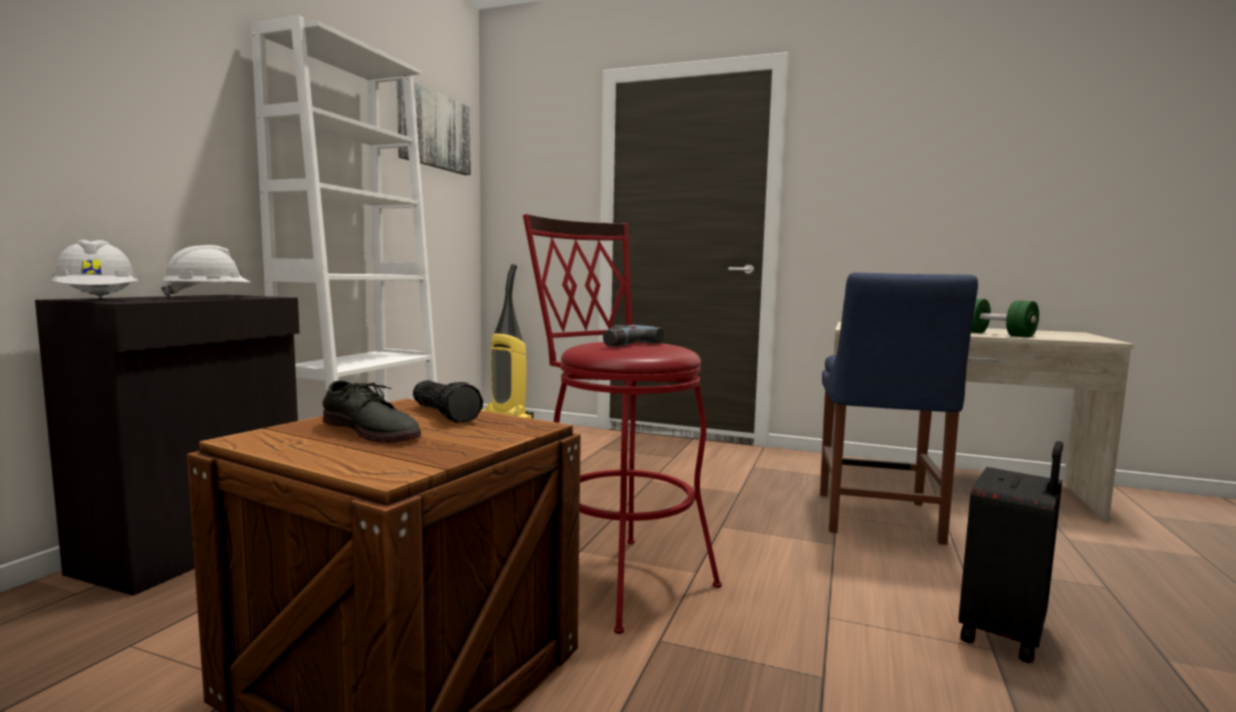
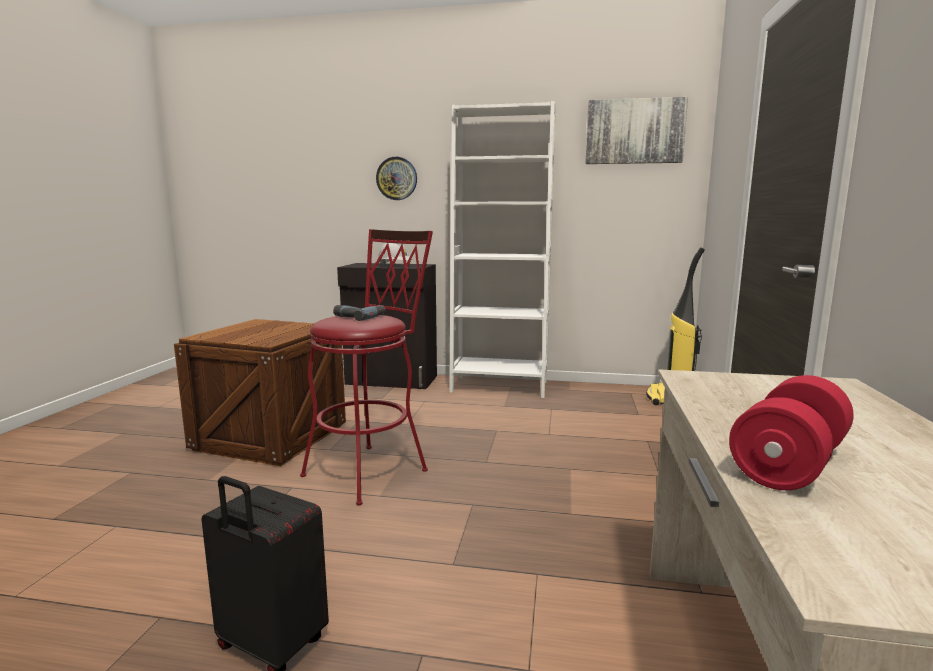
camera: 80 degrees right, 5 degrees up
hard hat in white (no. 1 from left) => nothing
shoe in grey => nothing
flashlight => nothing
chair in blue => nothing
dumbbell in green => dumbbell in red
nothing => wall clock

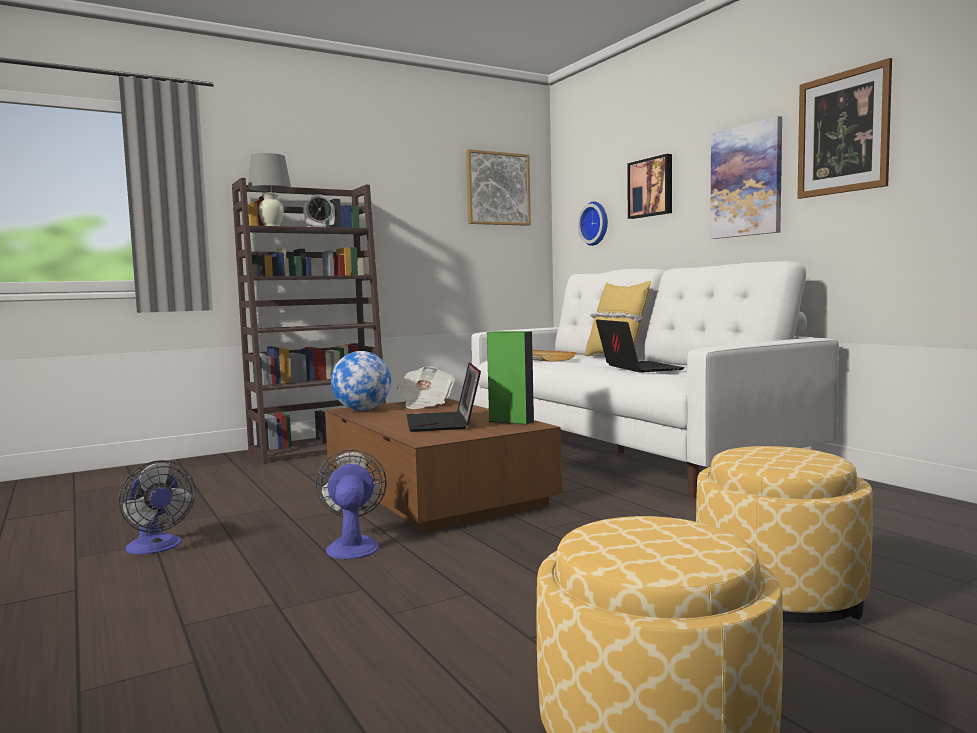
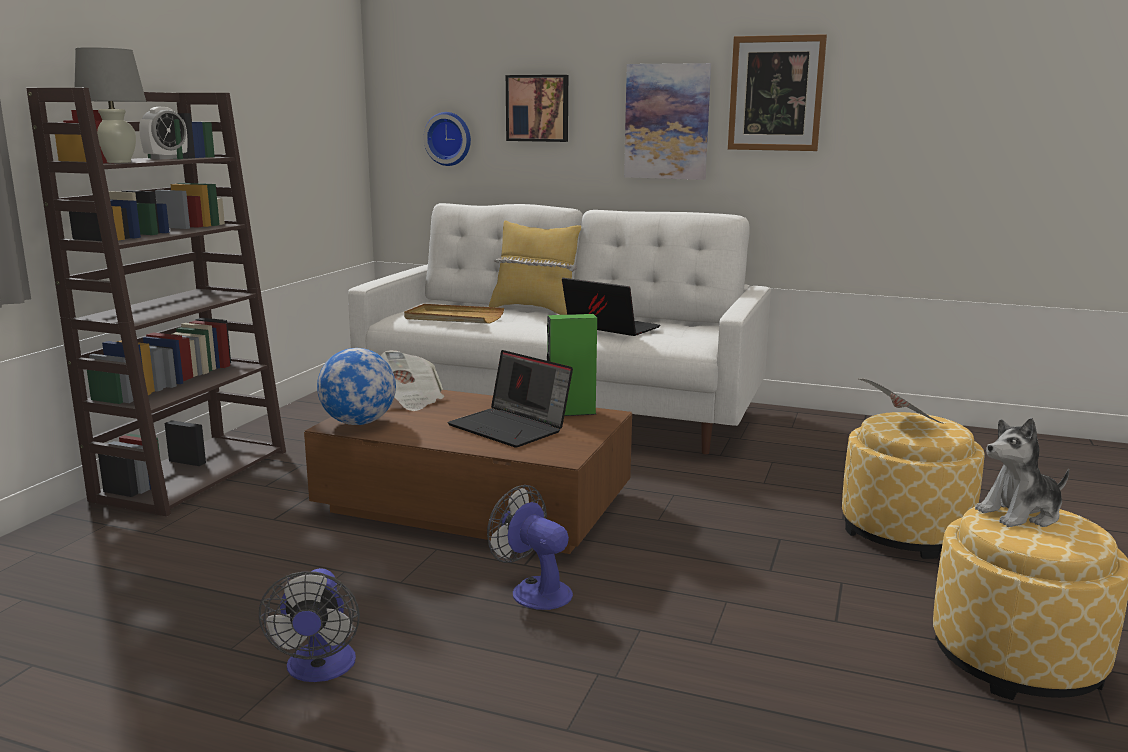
camera: 40 degrees left, 10 degrees up
fan (no. 1 from left), 75 degrees clockwise
picture (no. 1 from left) => nothing
nothing => newspaper (no. 2 from left)
nothing => plush toy

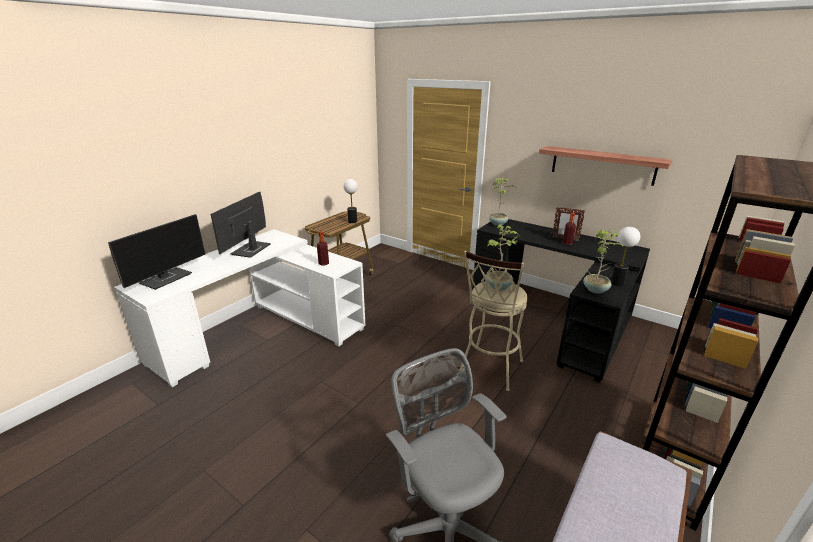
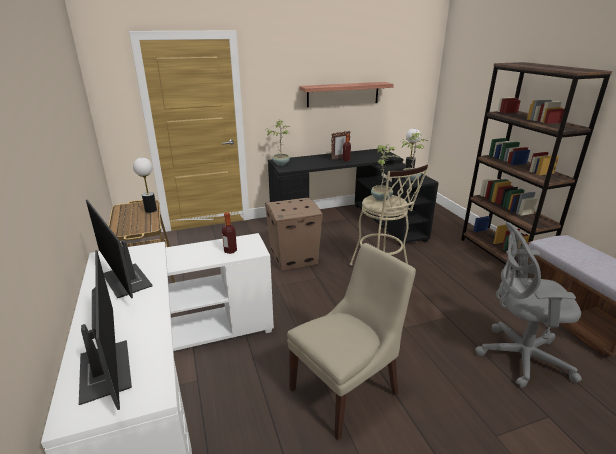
camera: 55 degrees left, 0 degrees up
nothing => cardboard box
nothing => chair in beige

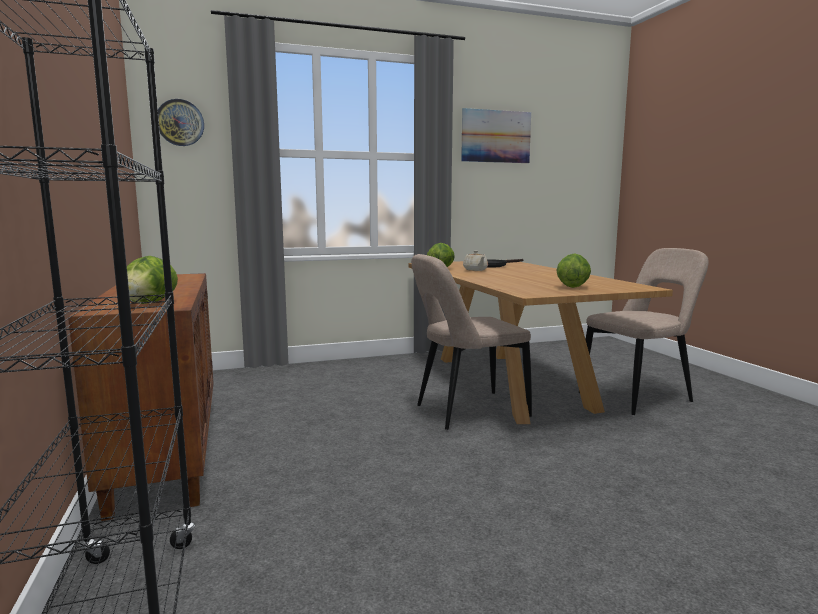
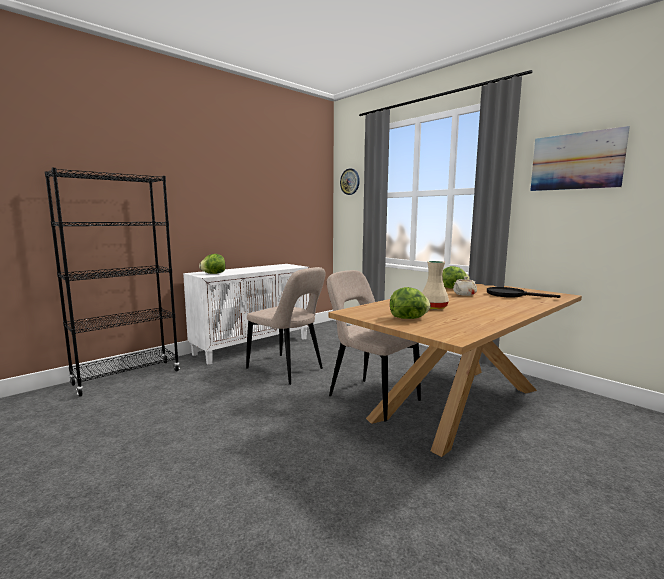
camera: 65 degrees right, 0 degrees up
cabinet in brown => cabinet in white
chair in beige (no. 2 from left in the first image) => chair in beige (no. 1 from left), shifted
nothing => vase in beige

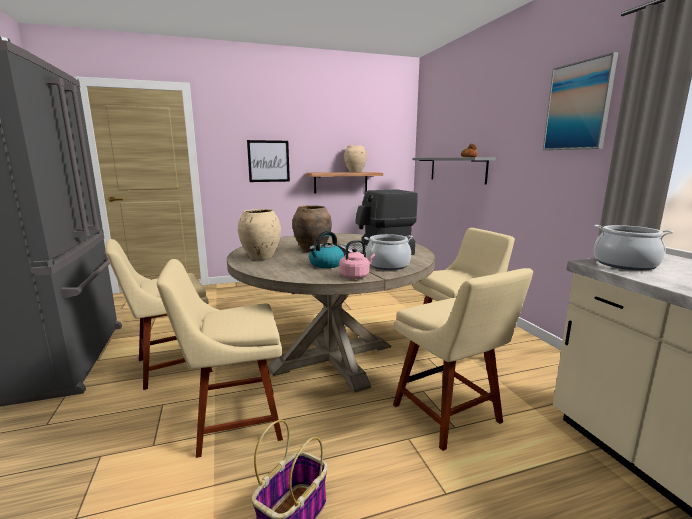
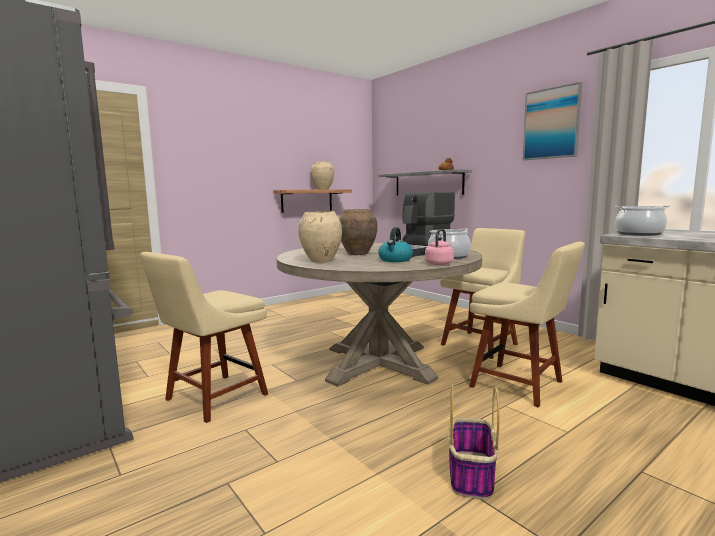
camera: 20 degrees left, 5 degrees down
chair in beige (no. 2 from left) => nothing
picture (no. 1 from left) => nothing

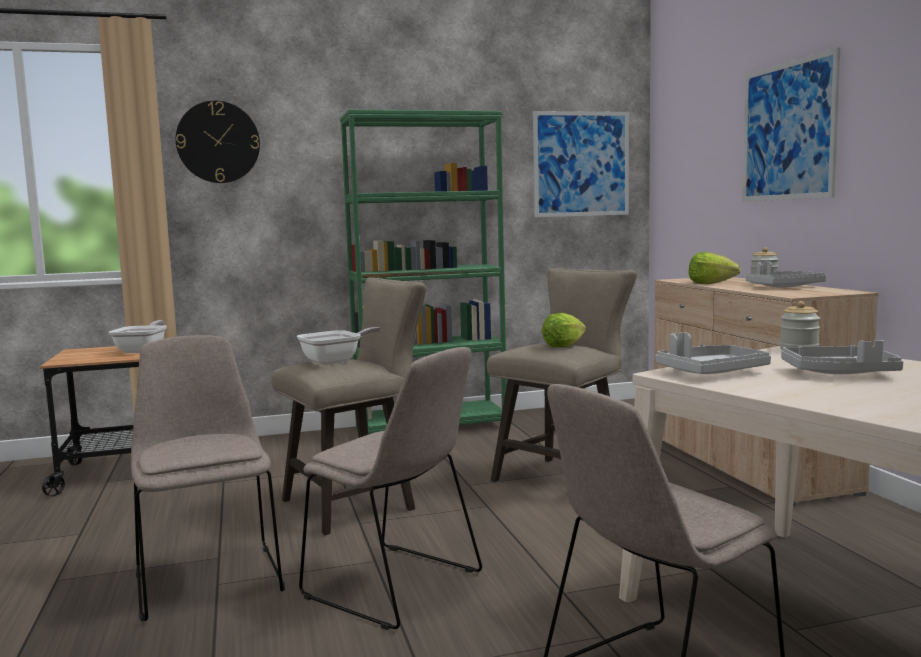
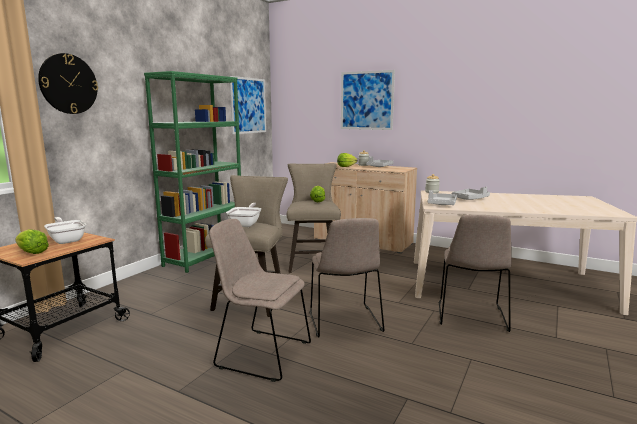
camera: 45 degrees left, 5 degrees up
chair in beige (no. 2 from left), 90 degrees clockwise
nothing => lettuce (no. 1 from left)

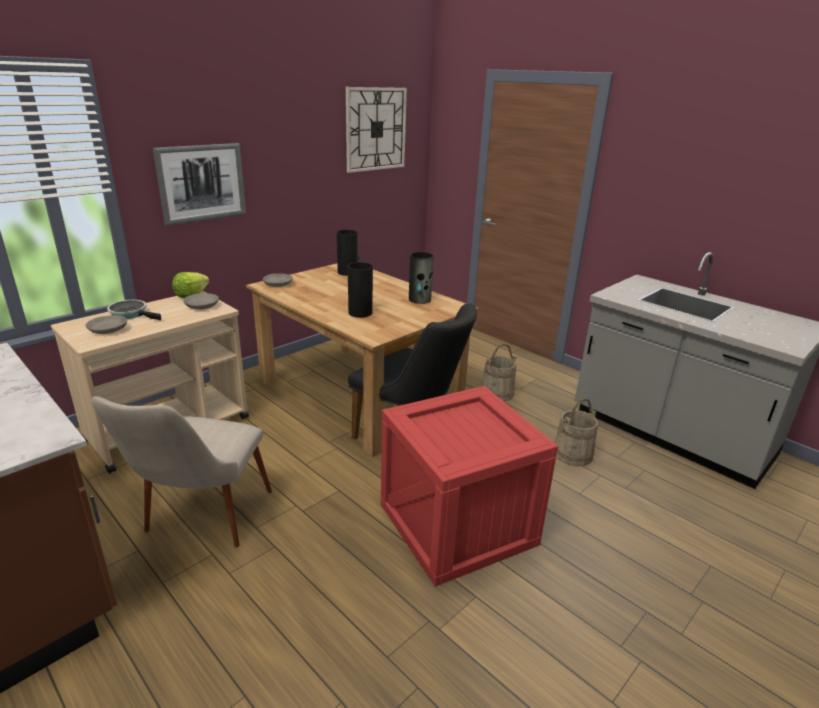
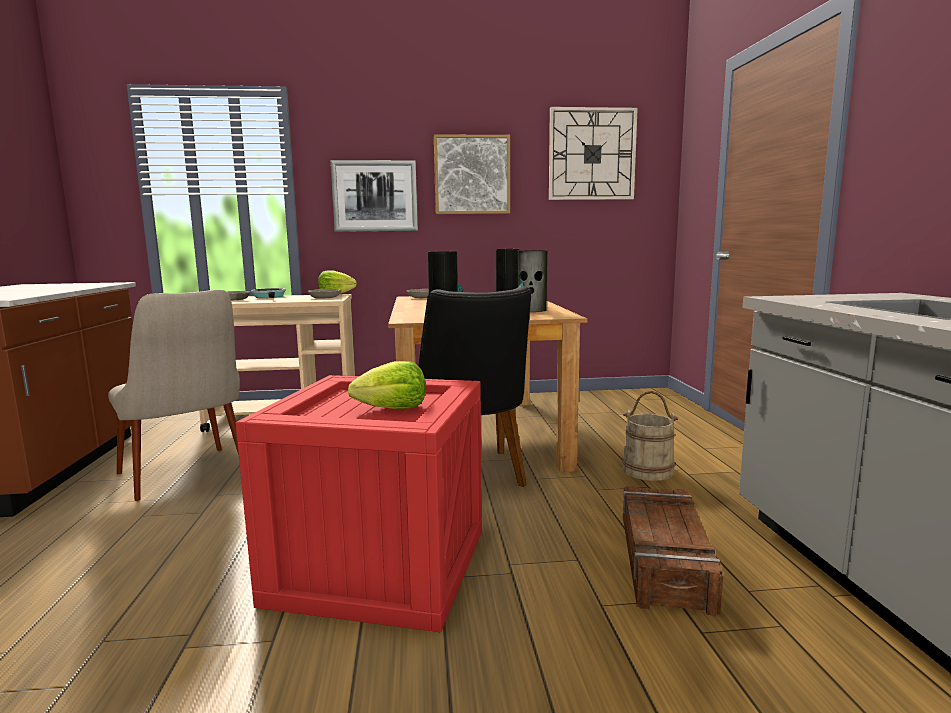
camera: 40 degrees right, 15 degrees down
chair in beige, 90 degrees counterclockwise
bucket in beige (no. 2 from left) => crate (no. 2 from left)
nothing => lettuce (no. 2 from left)
nothing => picture (no. 2 from left)

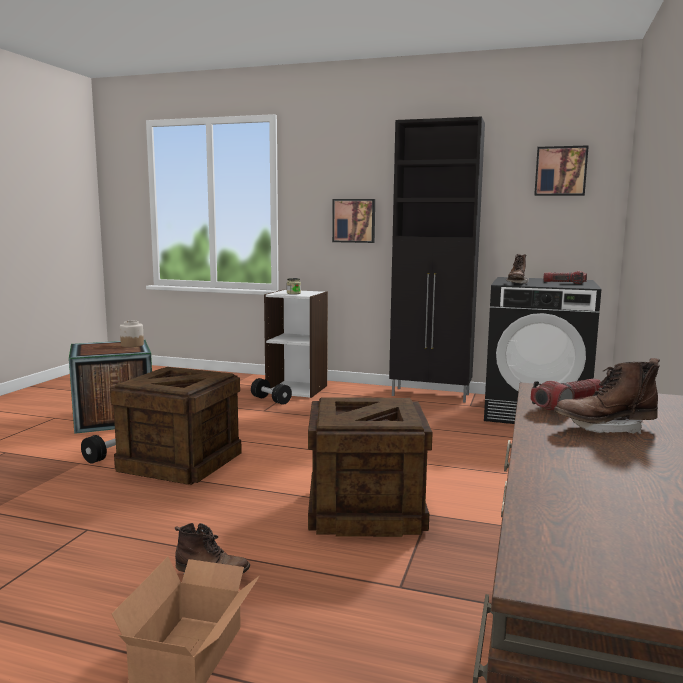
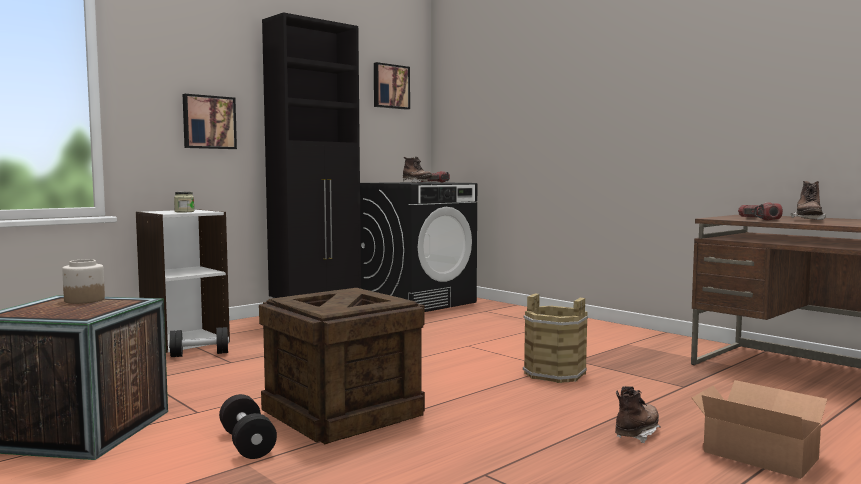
camera: 60 degrees left, 5 degrees down
crate (no. 3 from left) => bucket in brown

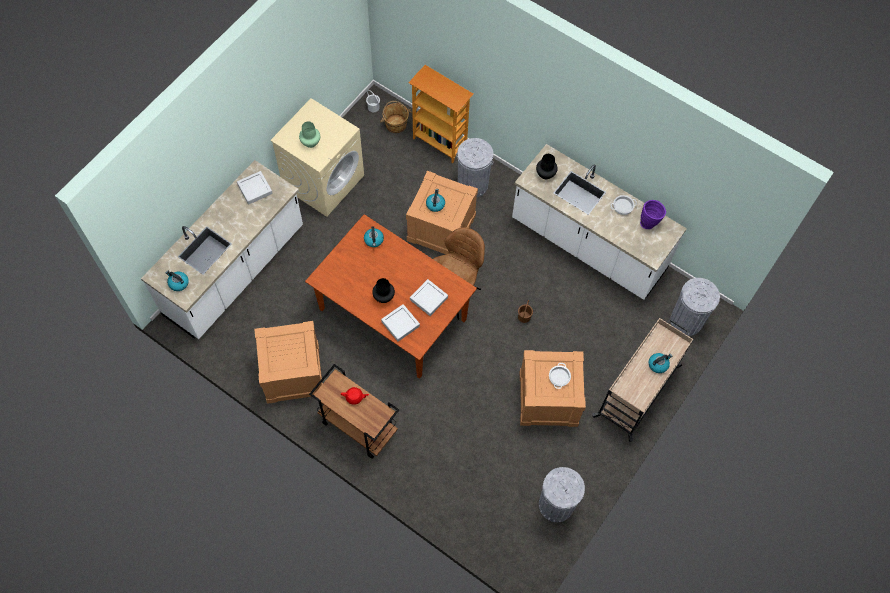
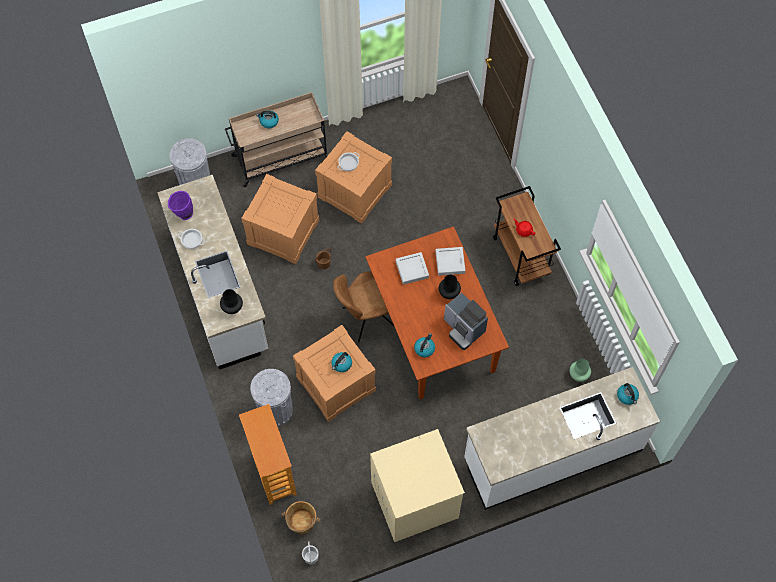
camera: 145 degrees left, 0 degrees up
tray in grey (no. 1 from left) => nothing
crate (no. 1 from left), shifted
vase in green, shifted
trash can in grey (no. 2 from left) => nothing
nothing => coffee machine

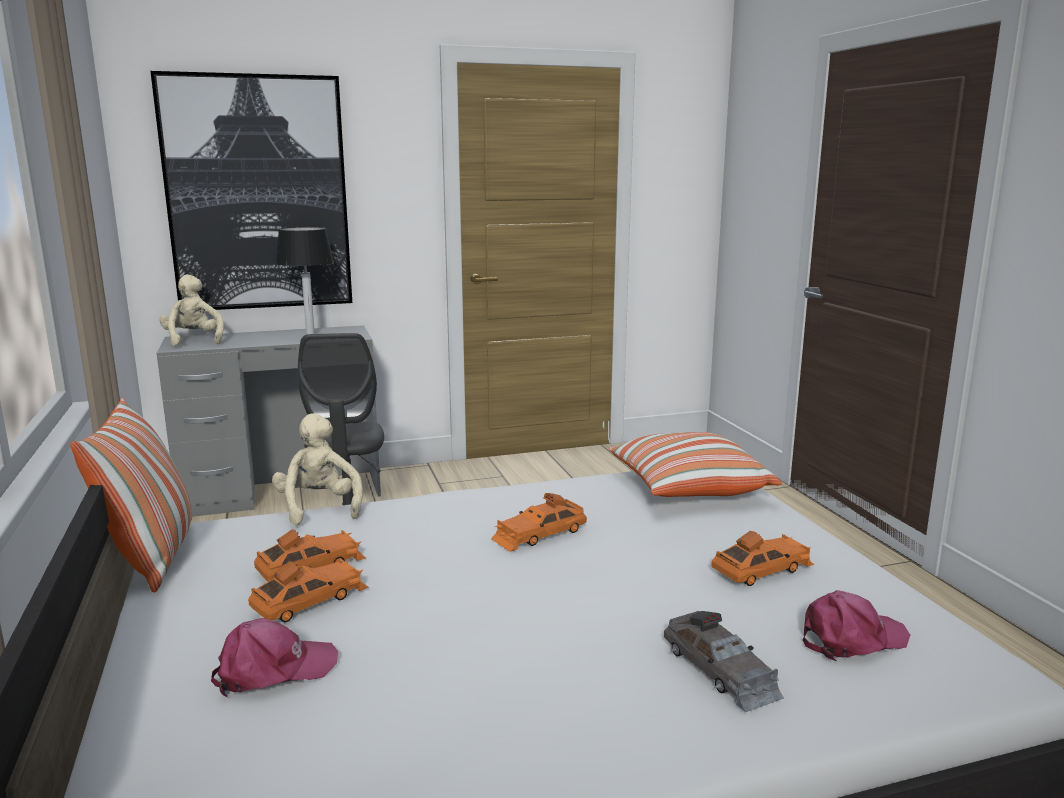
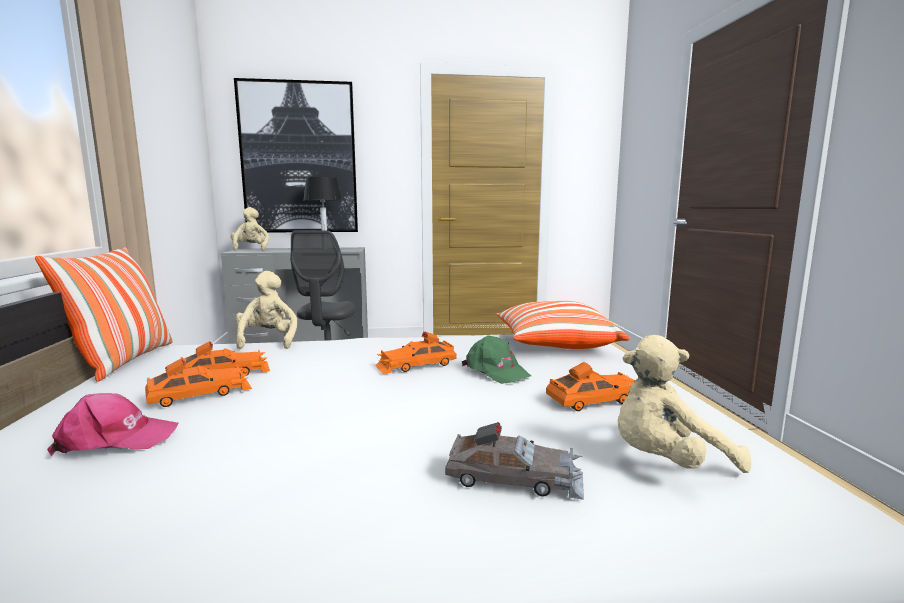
camera: 10 degrees right, 5 degrees down
toy car in grey, 60 degrees counterclockwise
cap in pink (no. 2 from left) => plush toy in beige (no. 3 from left)
nothing => cap in green

